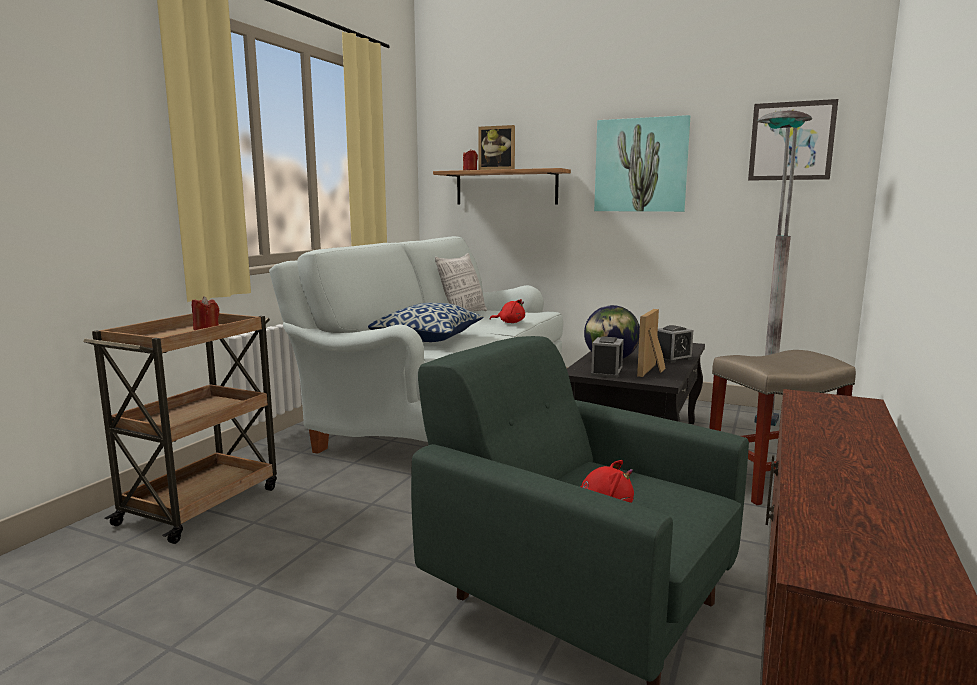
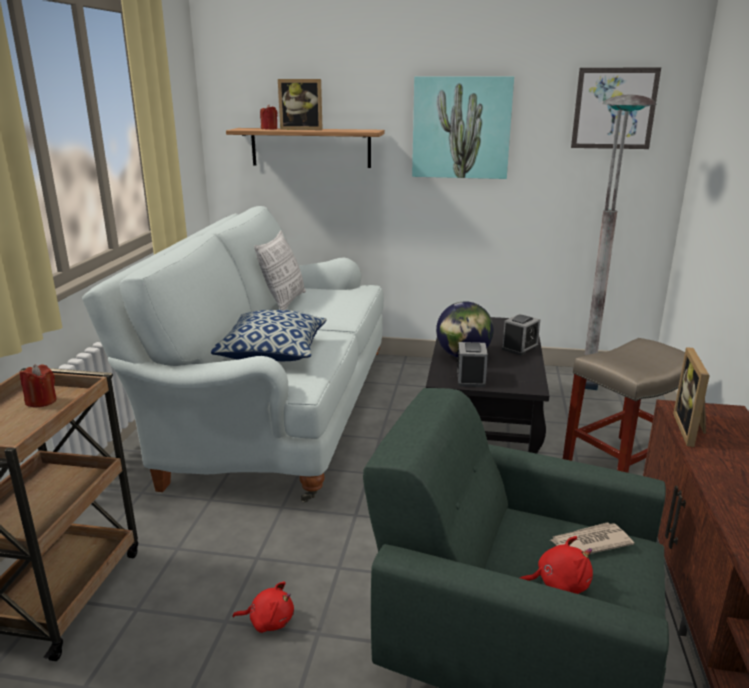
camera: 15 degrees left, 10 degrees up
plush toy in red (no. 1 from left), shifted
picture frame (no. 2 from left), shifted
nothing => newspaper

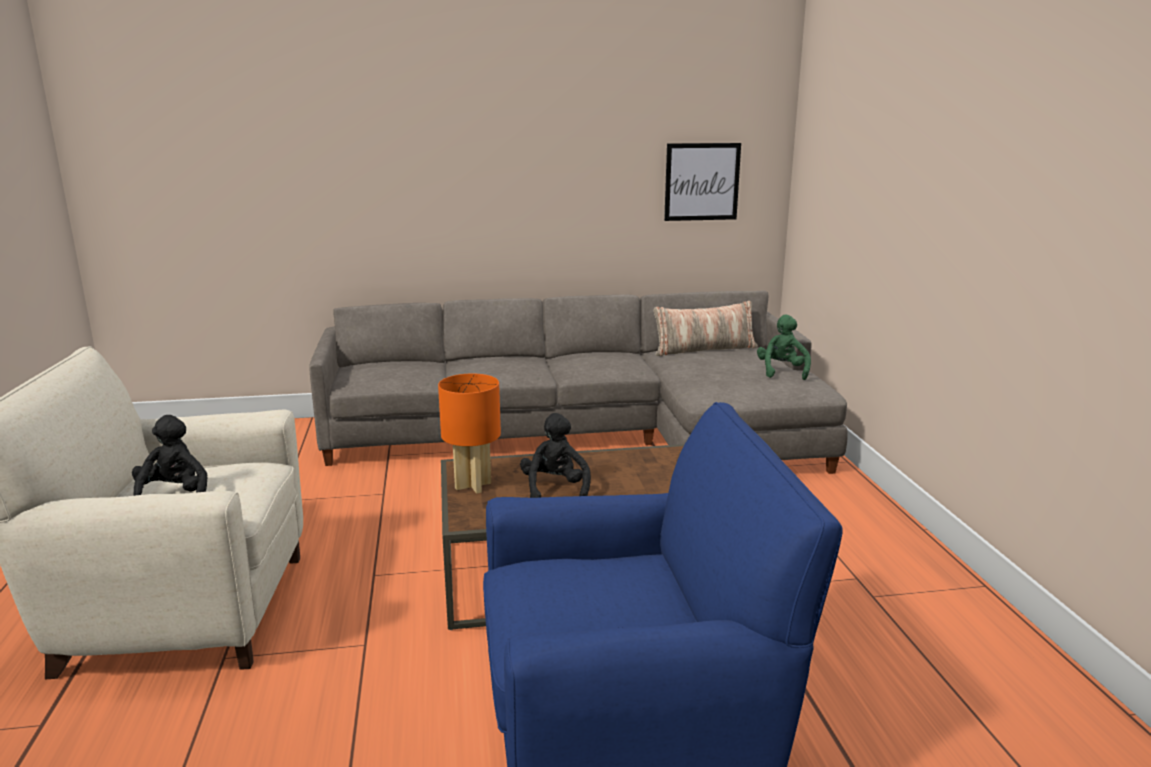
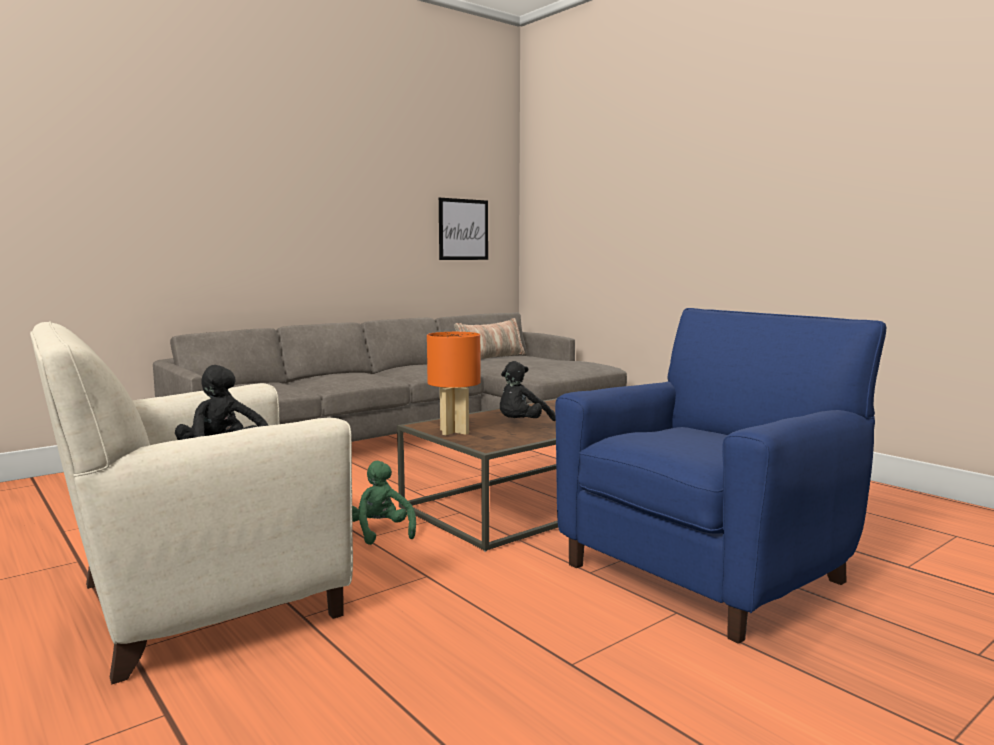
camera: 30 degrees left, 10 degrees down
plush toy in black (no. 2 from left), 105 degrees counterclockwise
plush toy in green, shifted

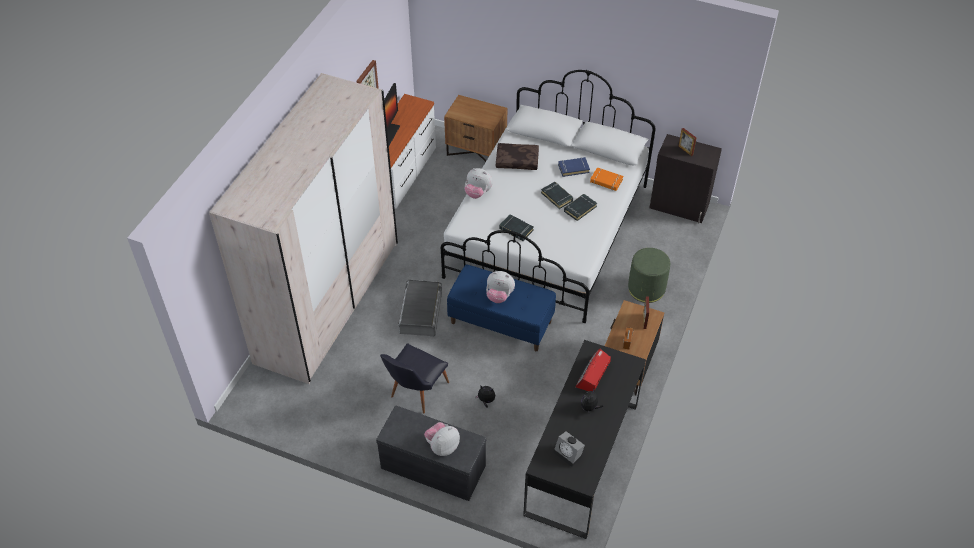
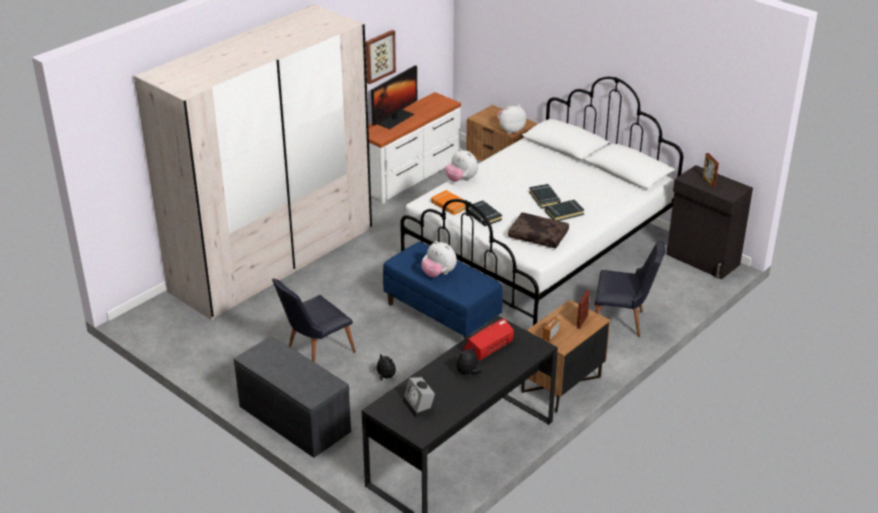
camera: 20 degrees right, 15 degrees down
storage box in grey => nothing
plush toy (no. 1 from left in the first image) => plush toy (no. 5 from left), shifted
pillow in brown, shifted
book in blue => nothing
book in orange, shifted
ottoman in green => chair in black (no. 2 from left)

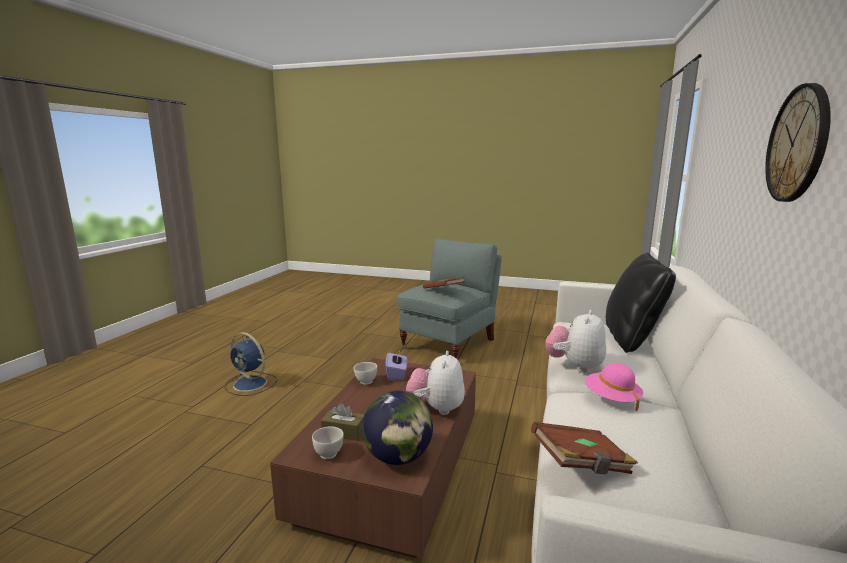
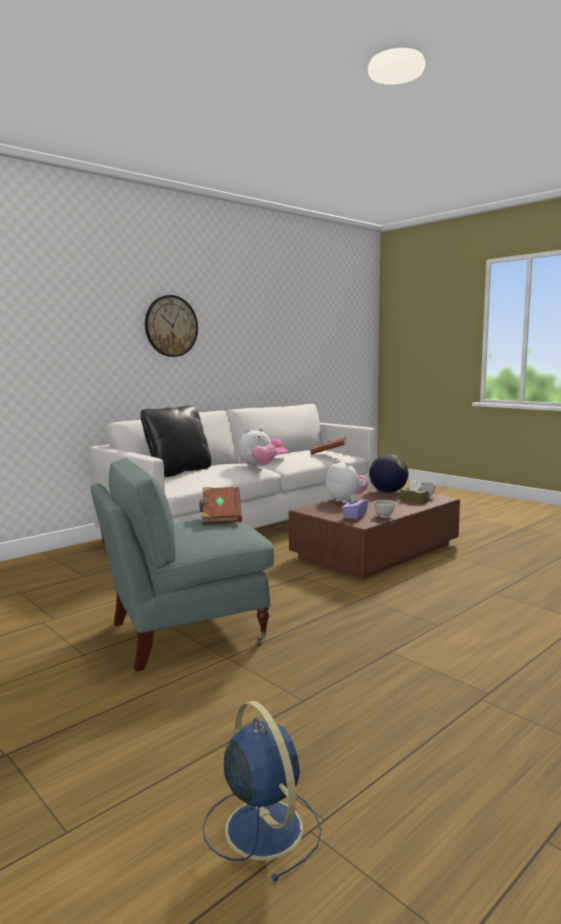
camera: 150 degrees left, 5 degrees down
fan in blue, shifted
plush toy (no. 1 from left in the first image) => plush toy (no. 2 from left), 75 degrees counterclockwise

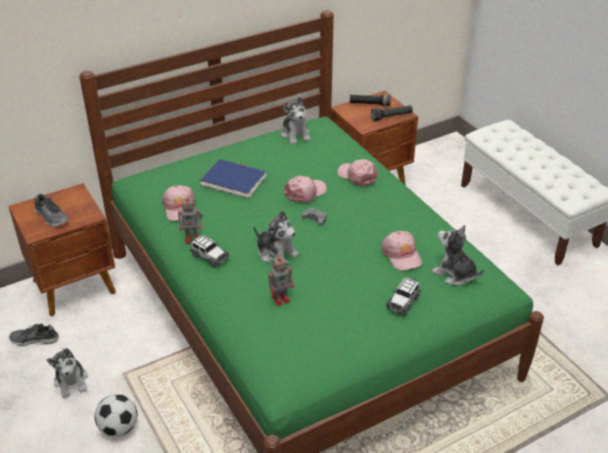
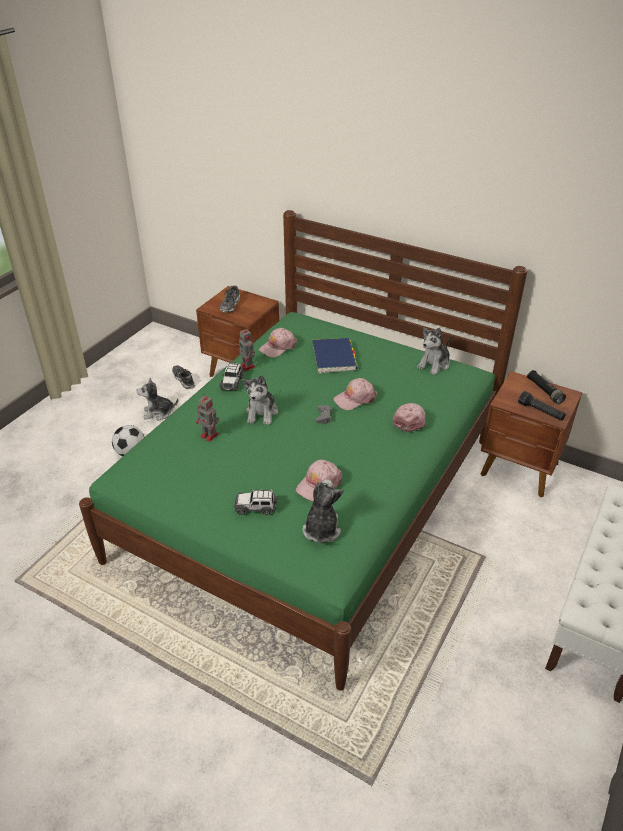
camera: 60 degrees right, 0 degrees up
plush toy (no. 1 from left), 45 degrees clockwise
cap in pink (no. 2 from left in the first image) => cap in pink (no. 3 from left), 135 degrees clockwise

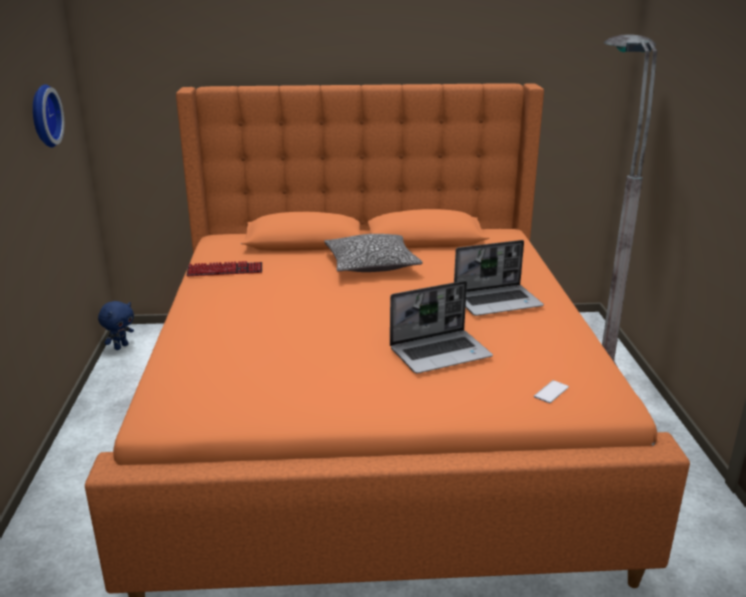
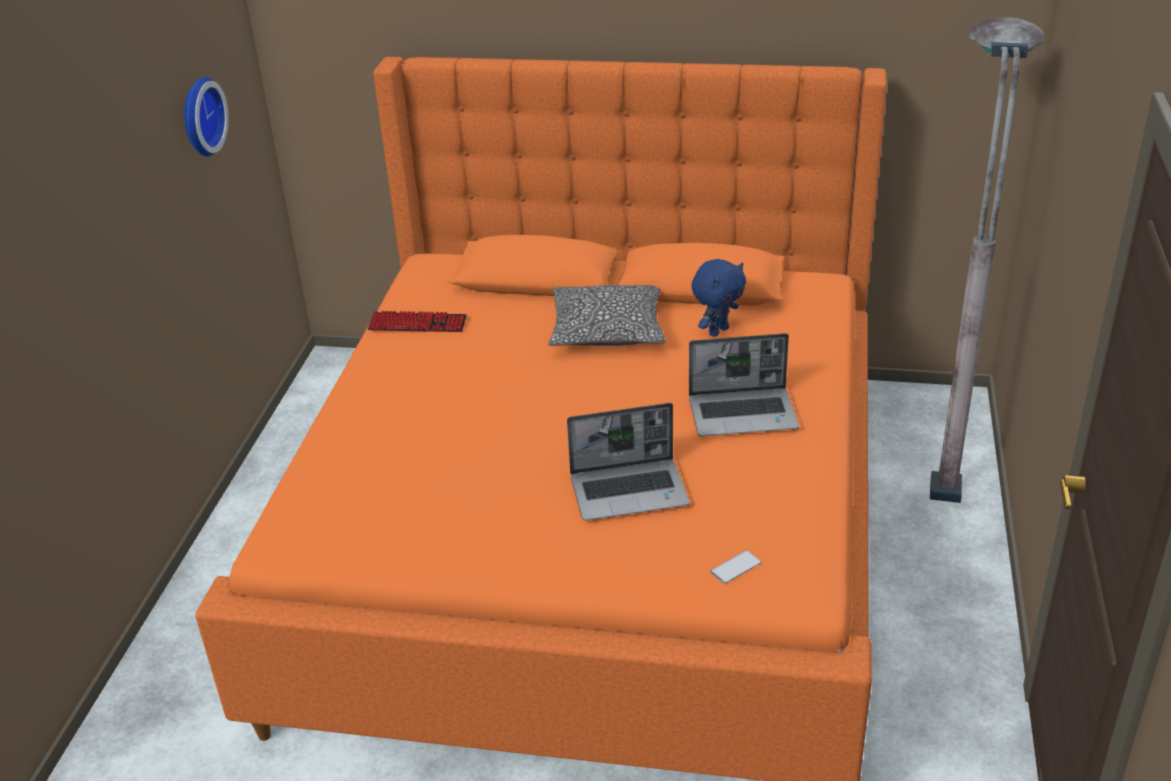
camera: 15 degrees right, 10 degrees up
plush toy in blue, shifted

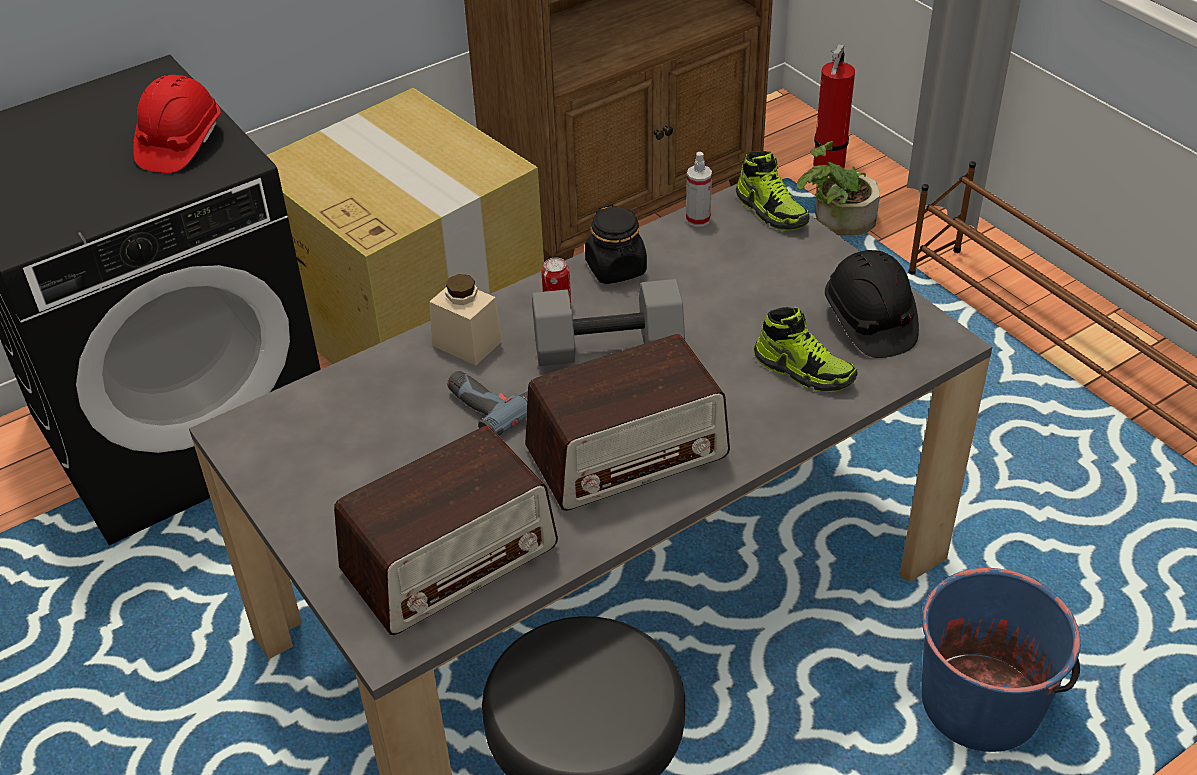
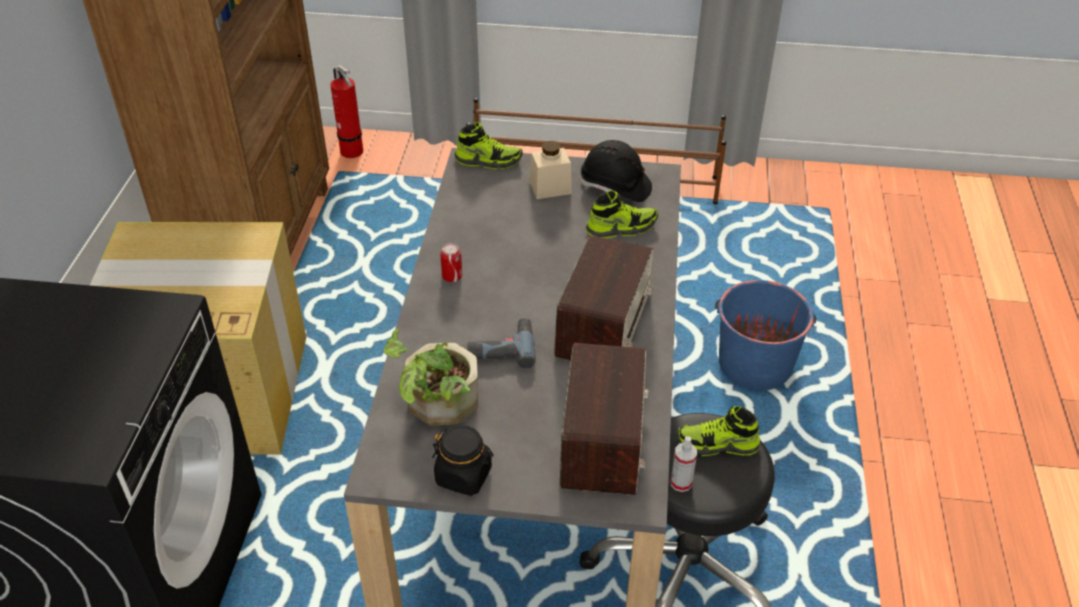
camera: 50 degrees left, 0 degrees up
hard hat in red => nothing
jar in beige, shifted
dumbbell in grey => nothing
jar in black, shifted
spray bottle, shifted
potted plant, shifted
nothing => shoe (no. 3 from left)

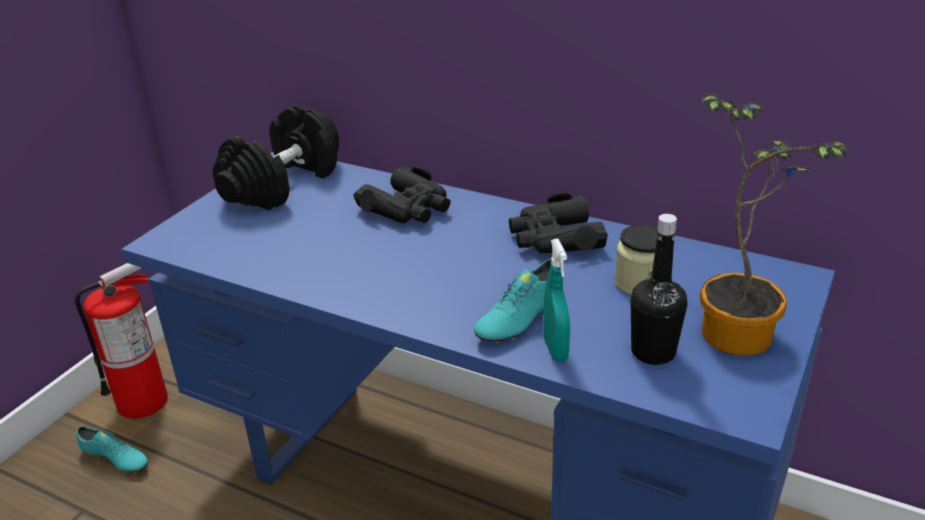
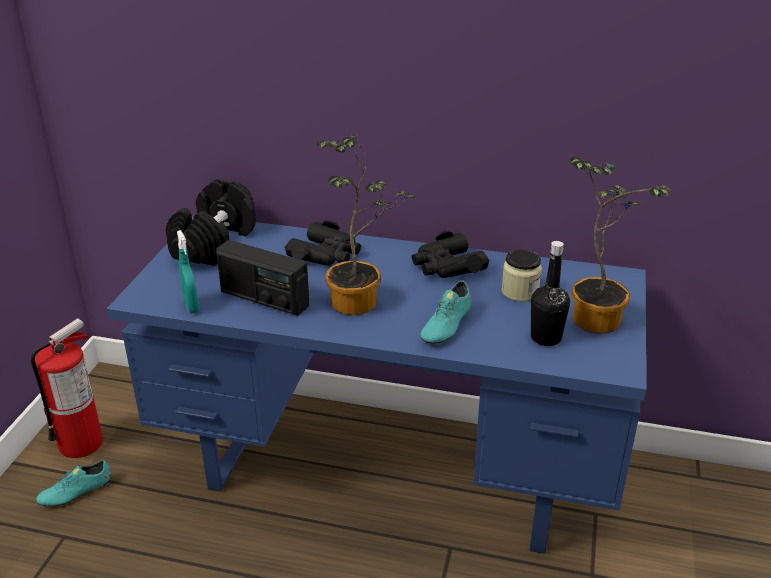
camera: 15 degrees left, 0 degrees up
shoe in turquoise (no. 1 from left), 135 degrees clockwise
spray bottle in turquoise, shifted
nothing => radio
nothing => potted plant (no. 1 from left)

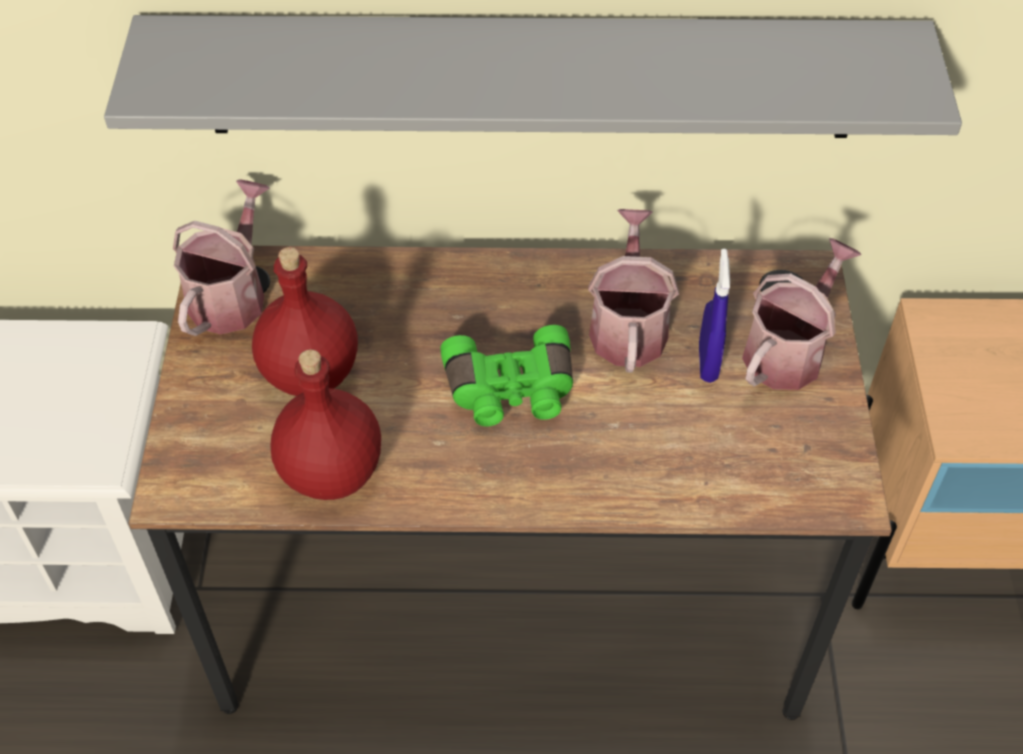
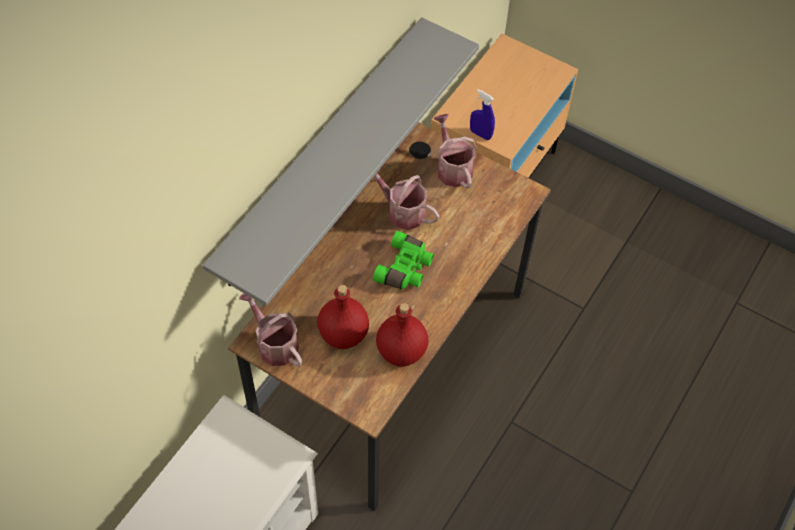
camera: 60 degrees left, 5 degrees up
spray bottle in blue, shifted

